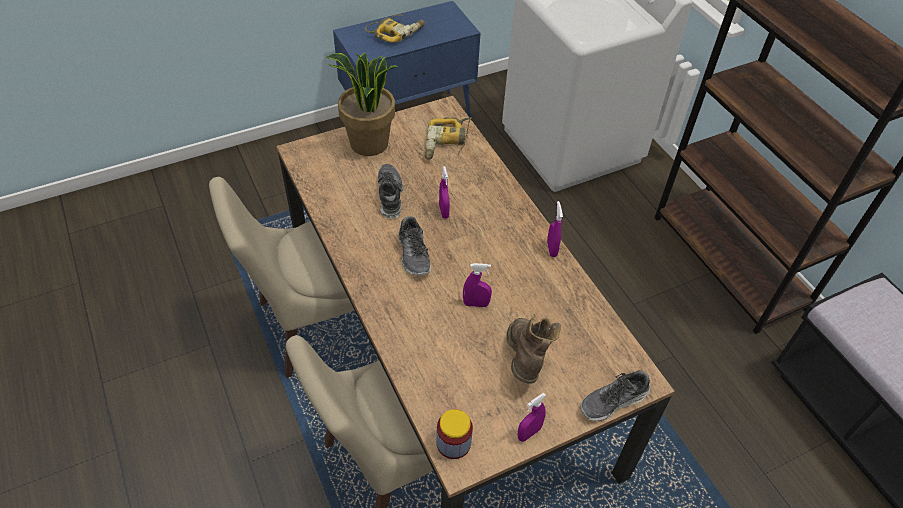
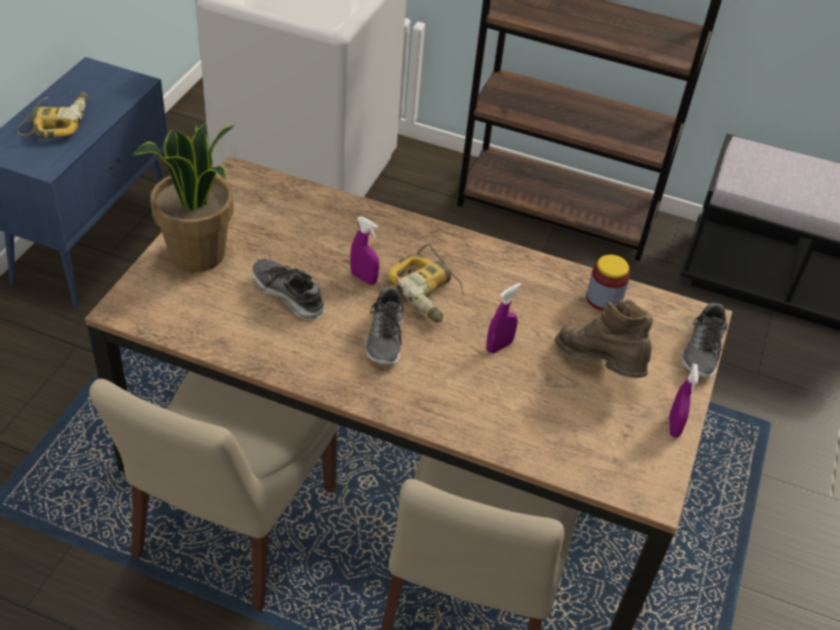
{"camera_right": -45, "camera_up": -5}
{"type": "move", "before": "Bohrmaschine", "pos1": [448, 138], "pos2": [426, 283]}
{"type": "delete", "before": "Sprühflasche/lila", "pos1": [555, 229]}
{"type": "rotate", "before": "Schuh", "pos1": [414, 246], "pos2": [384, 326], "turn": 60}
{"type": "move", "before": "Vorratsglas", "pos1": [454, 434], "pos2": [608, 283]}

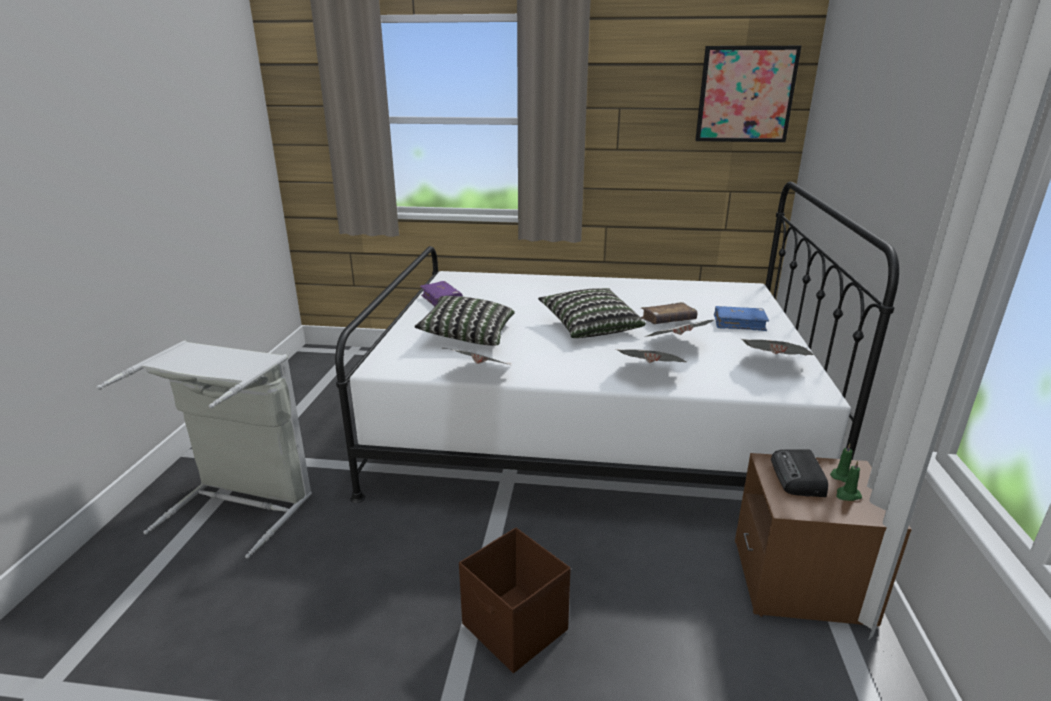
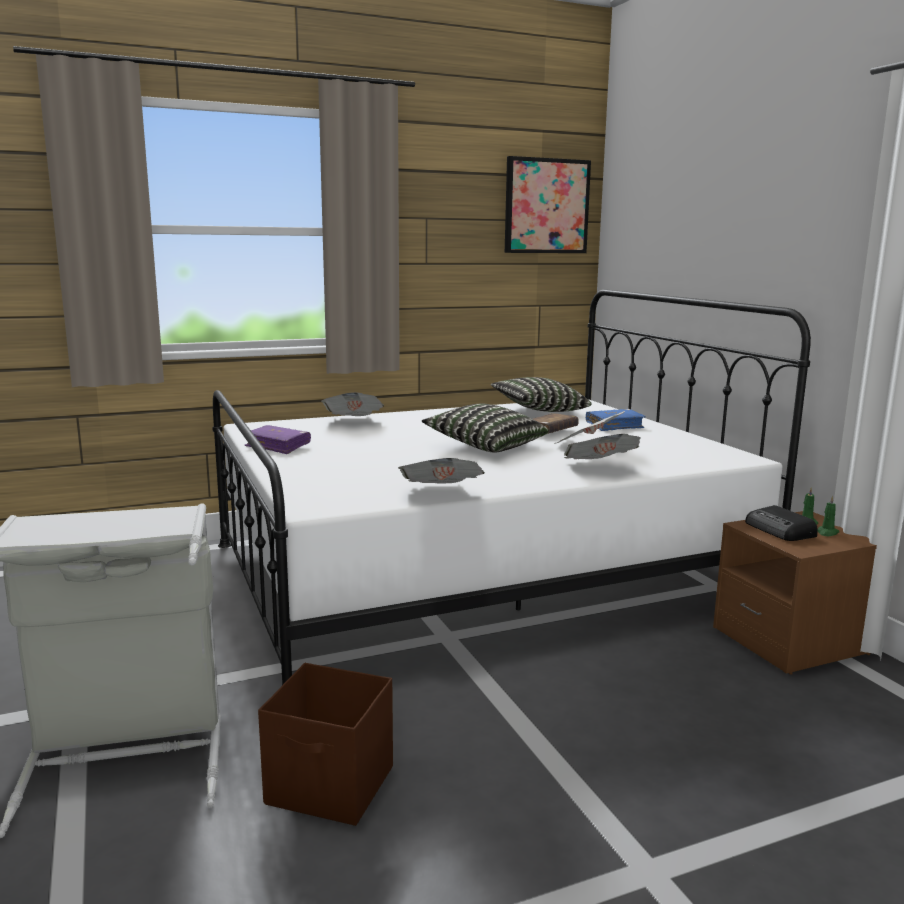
{"camera_right": -30, "camera_up": -10}
{"type": "move", "before": "Kissen", "pos1": [464, 321], "pos2": [541, 394]}
{"type": "move", "before": "Zeitung", "pos1": [777, 347], "pos2": [352, 404]}
{"type": "move", "before": "Aufbewahrungsbox/braun", "pos1": [515, 600], "pos2": [325, 744]}

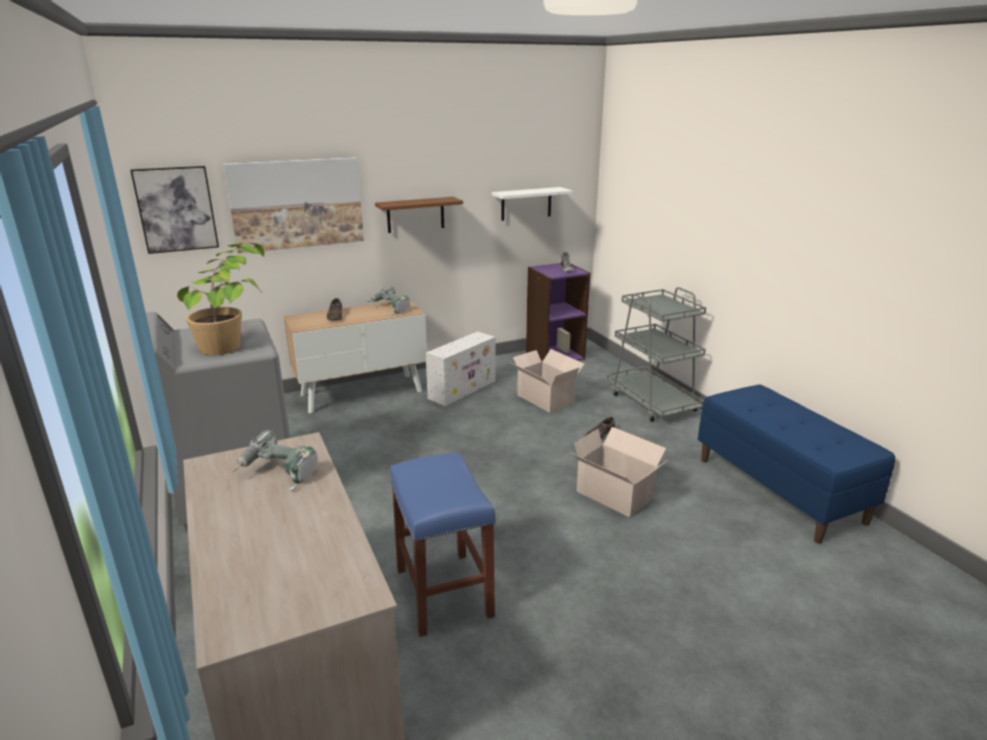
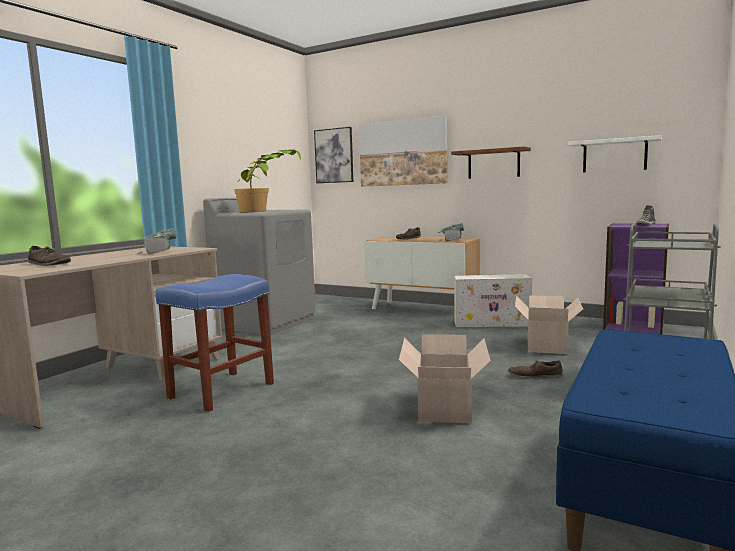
{"camera_right": 55, "camera_up": -15}
{"type": "insert", "after": "Schuh/braun", "pos2": [49, 256]}

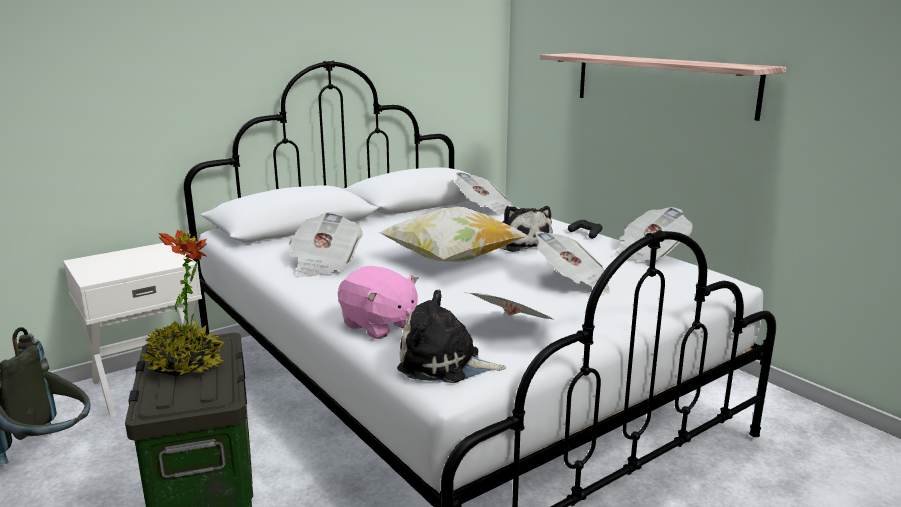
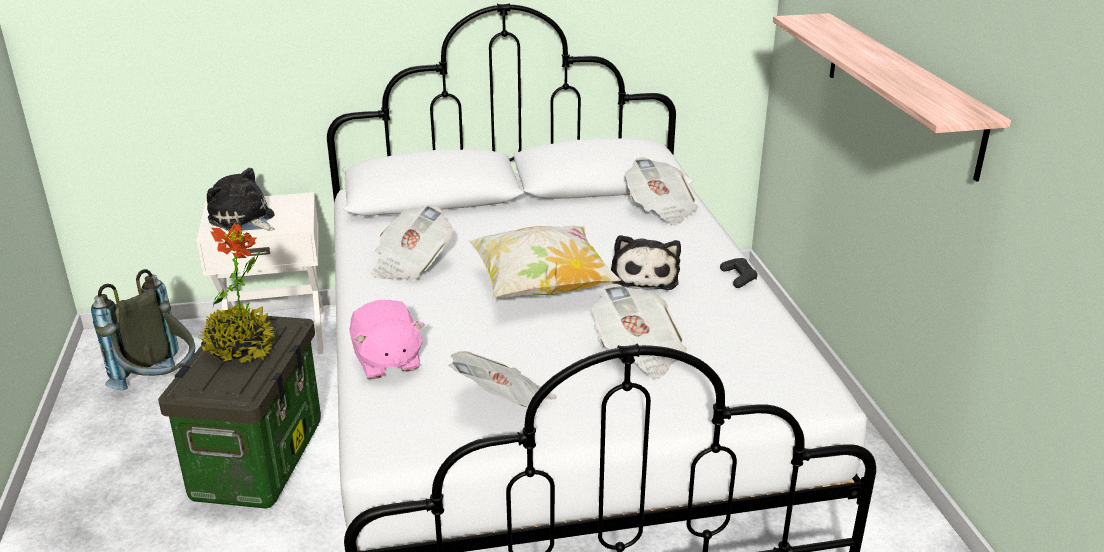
{"camera_right": 25, "camera_up": 10}
{"type": "delete", "before": "Zeitung", "pos1": [653, 234]}
{"type": "move", "before": "Plüschtier", "pos1": [451, 336], "pos2": [241, 199]}

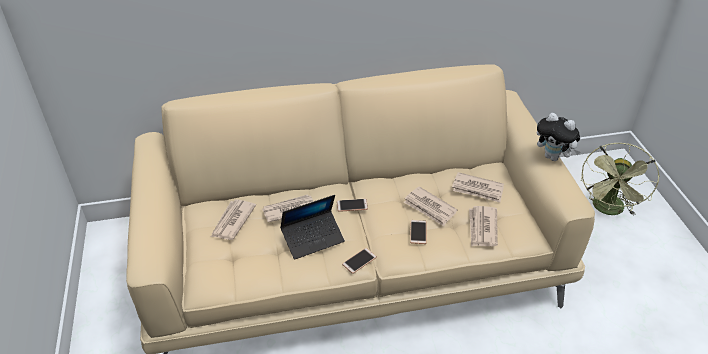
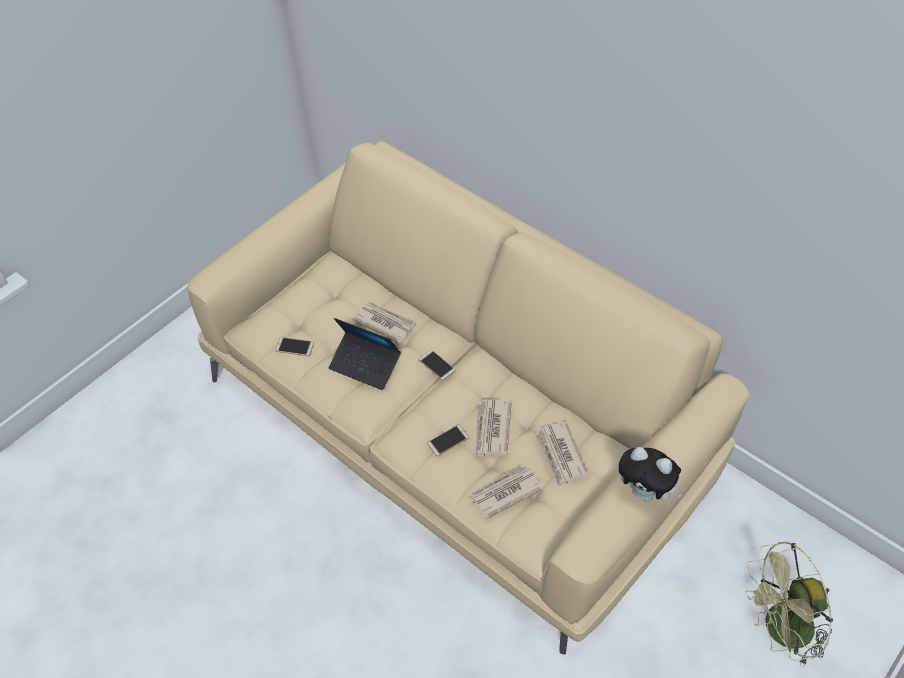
{"camera_right": 55, "camera_up": 10}
{"type": "rotate", "before": "Plüschtier", "pos1": [558, 137], "pos2": [651, 474], "turn": -60}
{"type": "delete", "before": "Zeitung", "pos1": [233, 219]}
{"type": "move", "before": "Handy", "pos1": [359, 261], "pos2": [294, 346]}

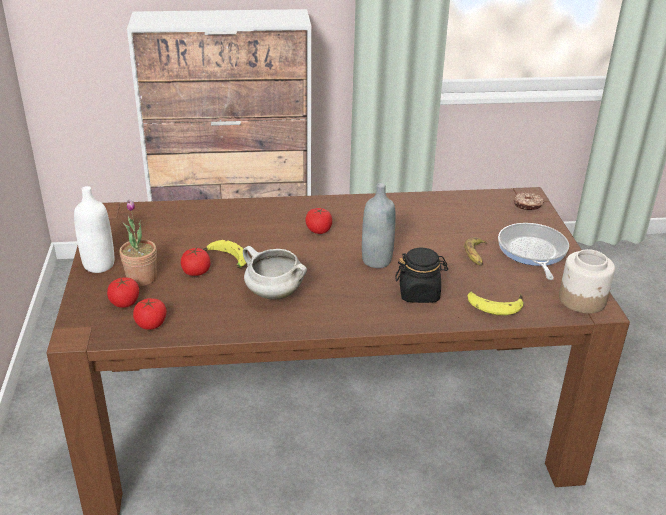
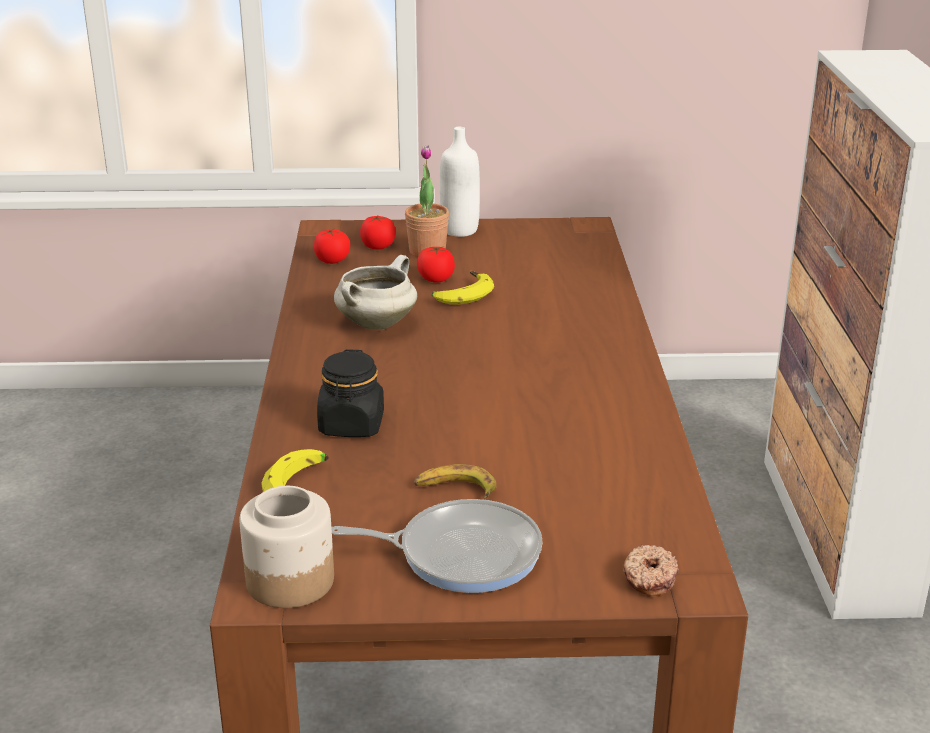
{"camera_right": 95, "camera_up": -5}
{"type": "delete", "before": "Flasche/grau", "pos1": [379, 225]}
{"type": "delete", "before": "Tomate", "pos1": [318, 221]}

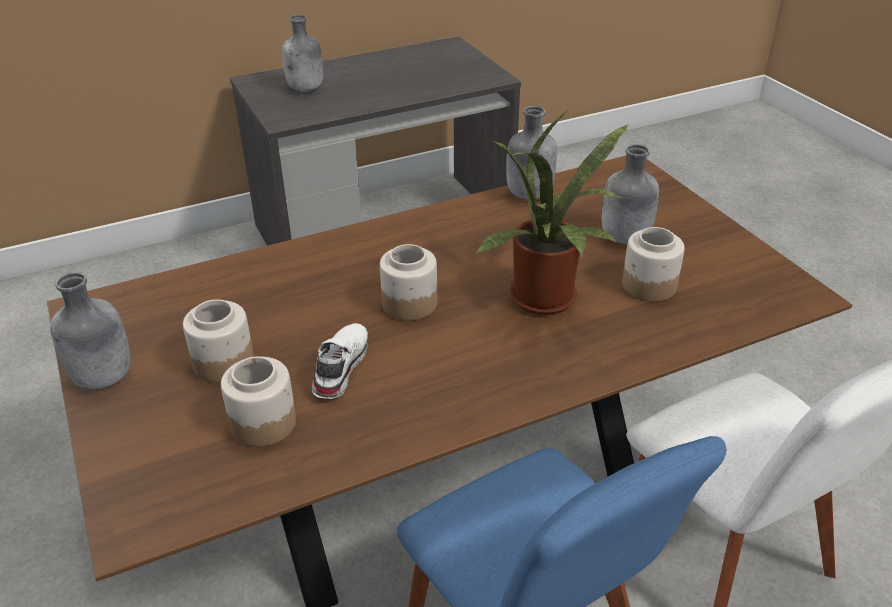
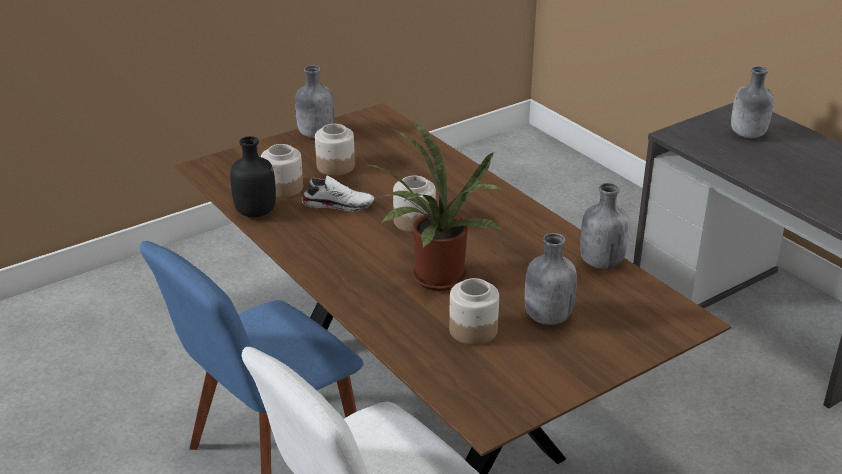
{"camera_right": 80, "camera_up": -5}
{"type": "insert", "after": "Flasche/schwarz", "pos2": [253, 176]}

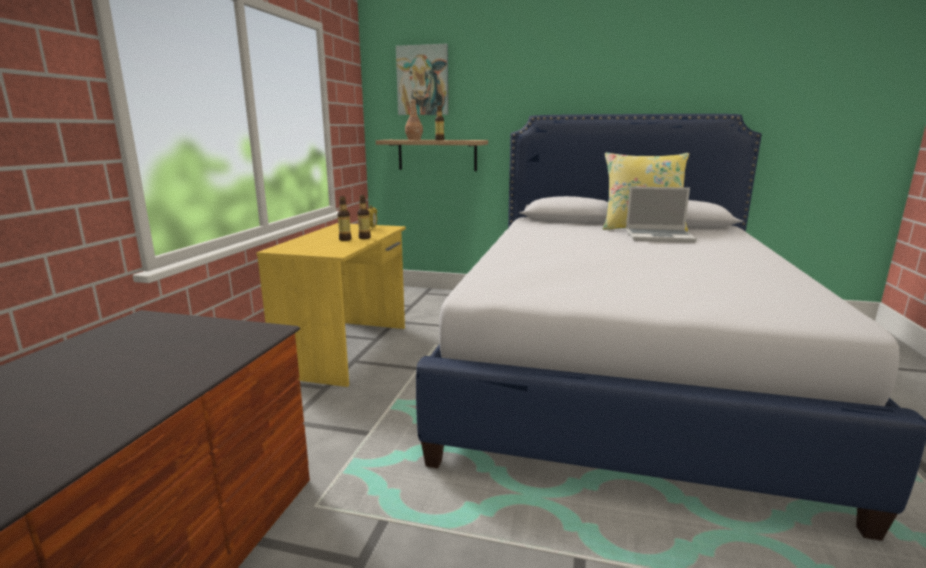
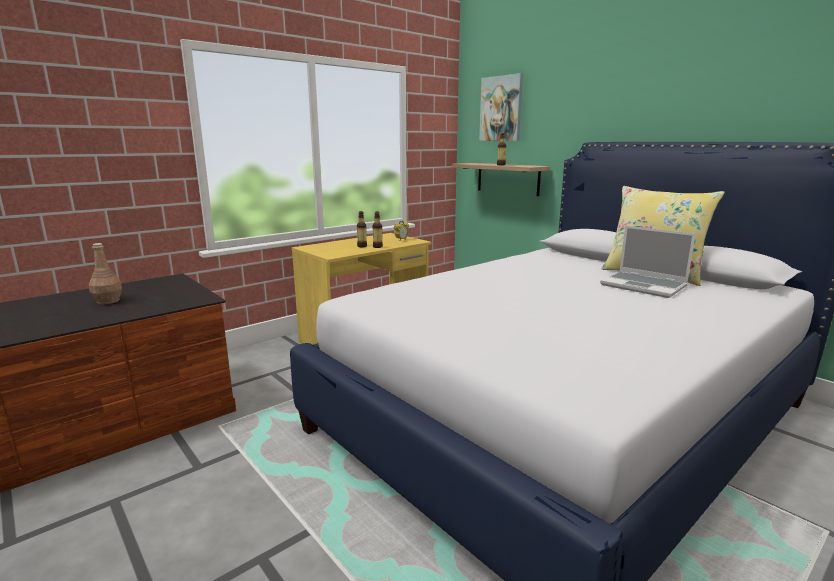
{"camera_right": 35, "camera_up": 0}
{"type": "move", "before": "Flasche/braun", "pos1": [414, 119], "pos2": [105, 273]}

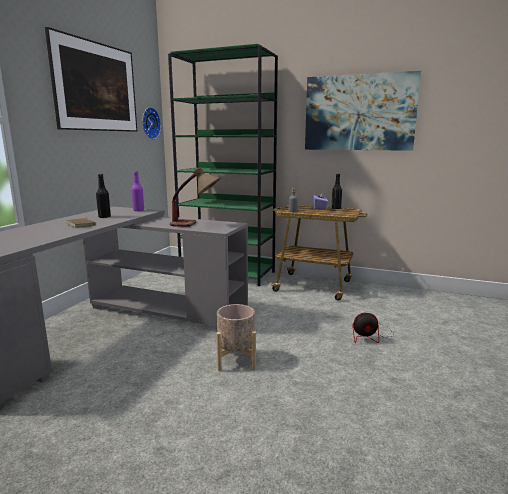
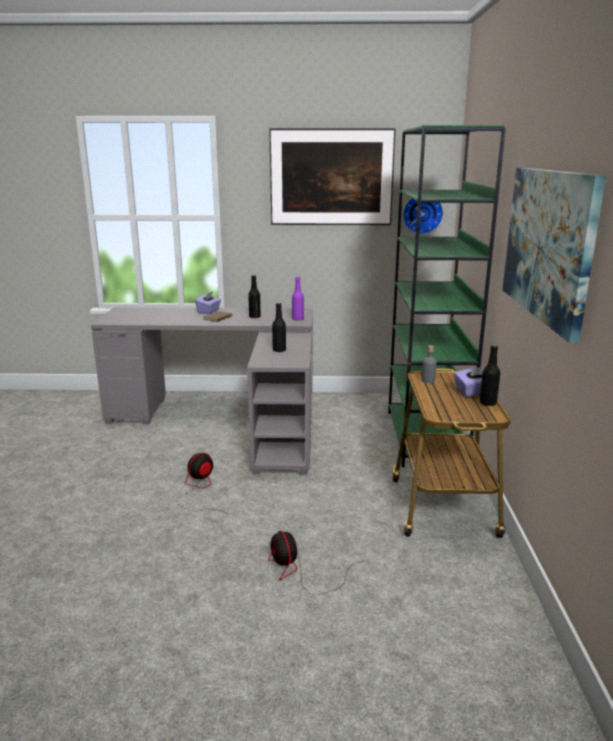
{"camera_right": 70, "camera_up": 5}
{"type": "replace", "before": "Tischlampe", "after": "Flasche/schwarz", "pos1": [195, 197], "pos2": [279, 327]}
{"type": "replace", "before": "Pflanzkübel/beige", "after": "Ventilator", "pos1": [236, 337], "pos2": [202, 484]}
{"type": "insert", "after": "Taschentuchbox/lila", "pos2": [208, 302]}

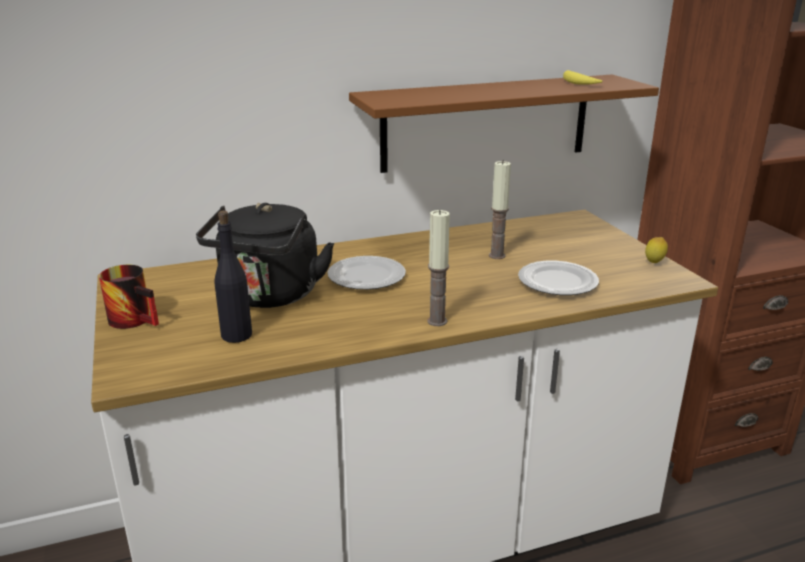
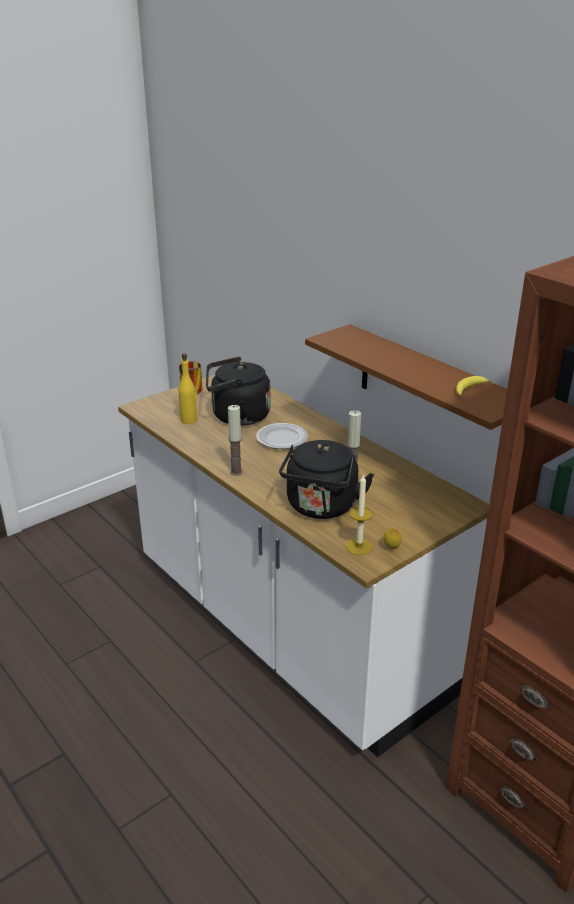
{"camera_right": 70, "camera_up": 5}
{"type": "recolor", "before": "Flasche/schwarz", "after": "Flasche/gelb", "pos1": [233, 277], "pos2": [187, 388]}
{"type": "replace", "before": "Teller", "after": "Wasserkessel/schwarz", "pos1": [558, 278], "pos2": [326, 479]}
{"type": "insert", "after": "Kerze", "pos2": [359, 514]}

